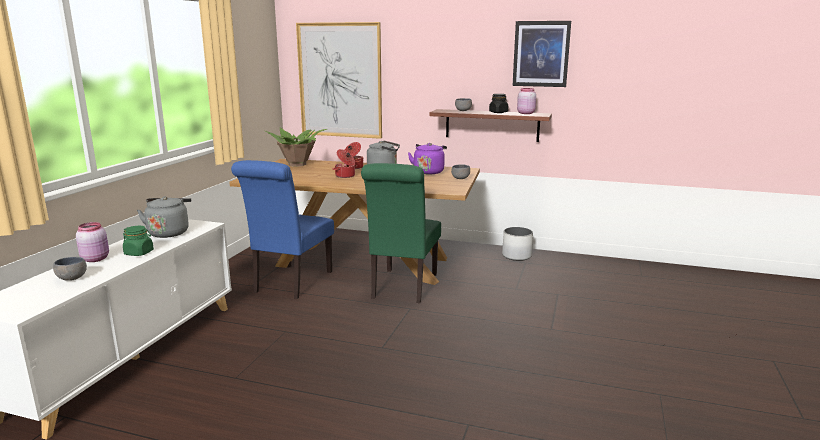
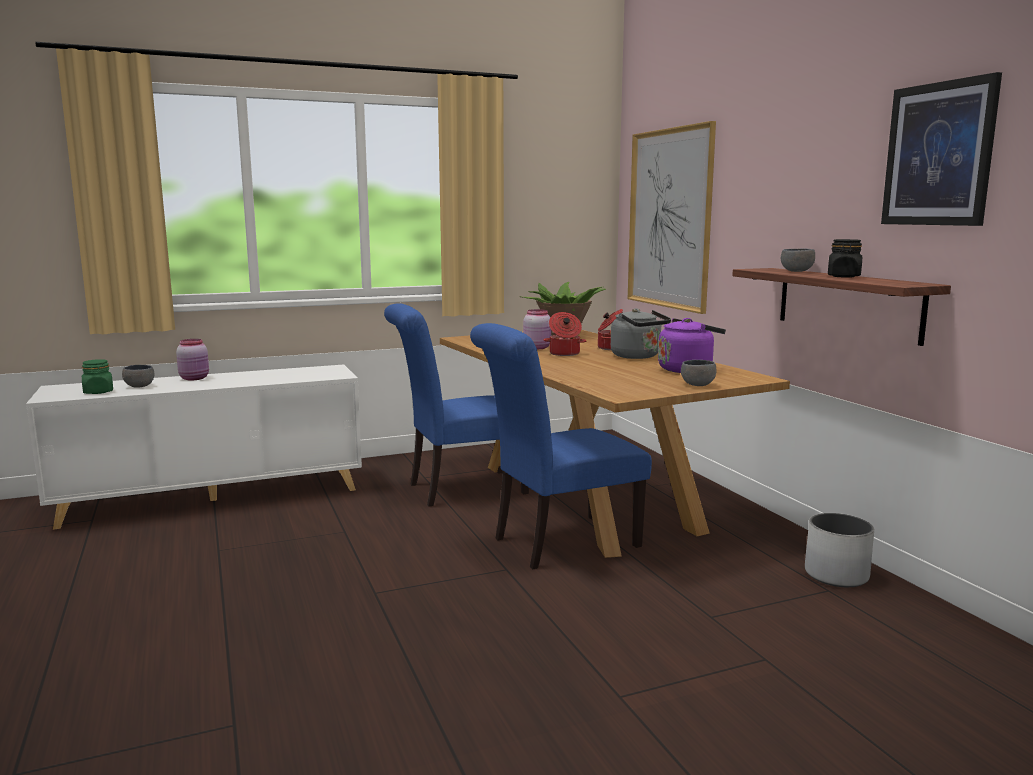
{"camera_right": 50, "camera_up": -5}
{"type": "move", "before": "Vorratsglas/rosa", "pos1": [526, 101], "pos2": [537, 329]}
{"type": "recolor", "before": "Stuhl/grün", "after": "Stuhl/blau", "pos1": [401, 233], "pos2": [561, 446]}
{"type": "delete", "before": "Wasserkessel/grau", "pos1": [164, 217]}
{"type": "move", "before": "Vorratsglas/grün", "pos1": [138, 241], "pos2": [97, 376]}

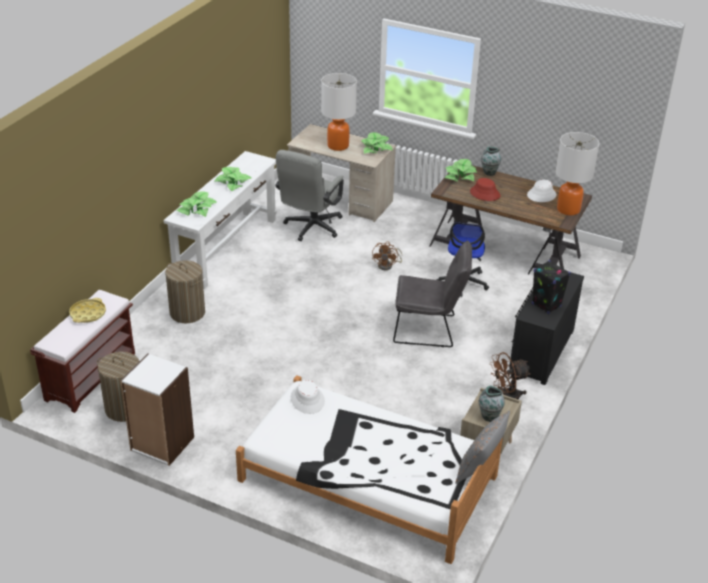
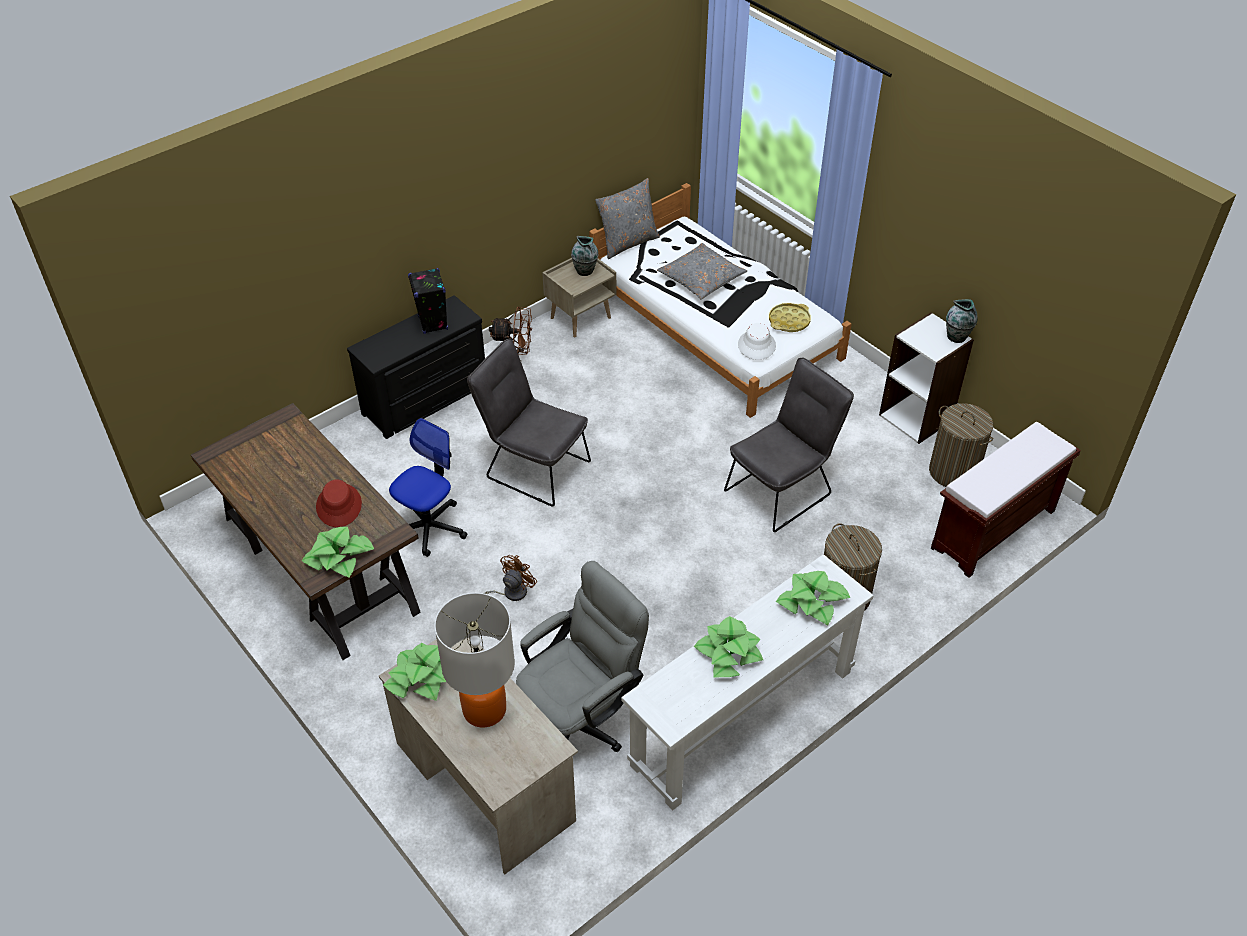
{"camera_right": -155, "camera_up": 10}
{"type": "delete", "before": "Tischlampe", "pos1": [577, 173]}
{"type": "move", "before": "Vase", "pos1": [491, 161], "pos2": [962, 321]}
{"type": "delete", "before": "Hut/weiß", "pos1": [541, 191]}
{"type": "move", "before": "Tablett/gelb", "pos1": [87, 310], "pos2": [790, 317]}
{"type": "insert", "after": "Kissen/grau", "pos2": [702, 271]}
{"type": "insert", "after": "Stuhl/grau", "pos2": [789, 445]}

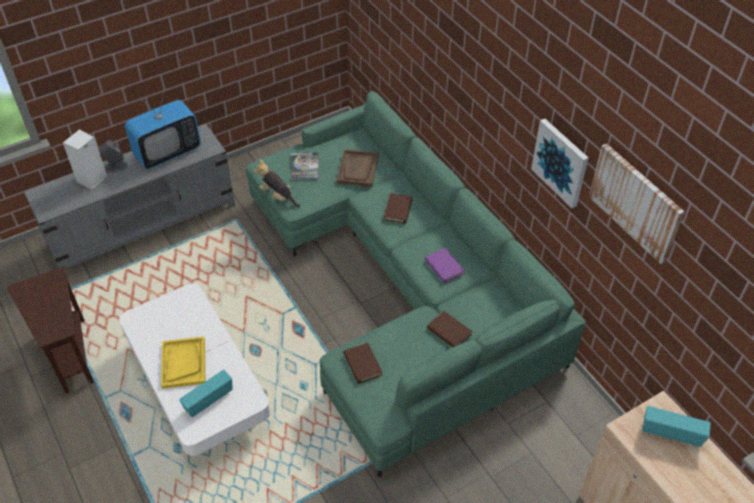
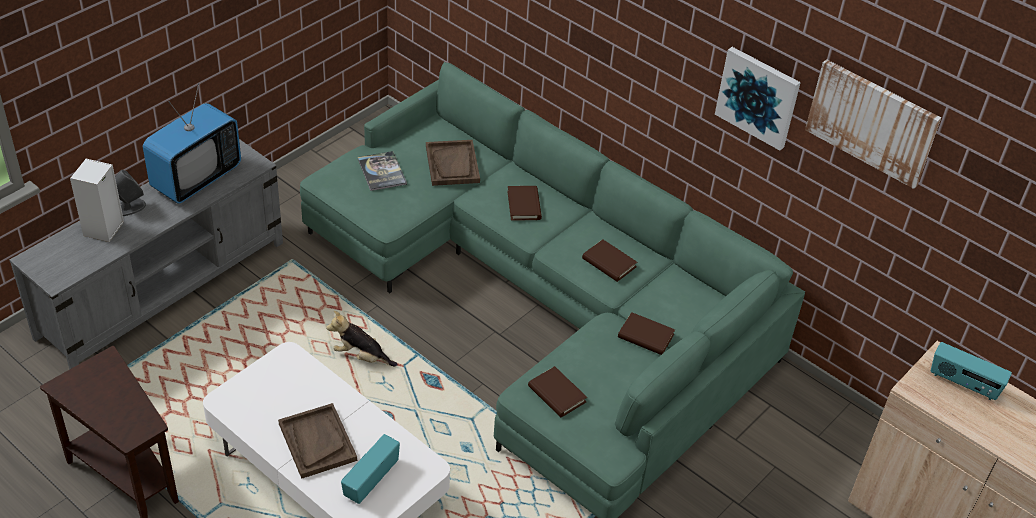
{"camera_right": -20, "camera_up": -5}
{"type": "move", "before": "Plüschtier", "pos1": [277, 183], "pos2": [362, 338]}
{"type": "recolor", "before": "Buch/lila", "after": "Buch/braun", "pos1": [444, 266], "pos2": [609, 260]}
{"type": "recolor", "before": "Tablett/gelb", "after": "Tablett/braun", "pos1": [183, 363], "pos2": [317, 441]}
{"type": "rotate", "before": "Radio", "pos1": [677, 426], "pos2": [971, 371], "turn": -150}

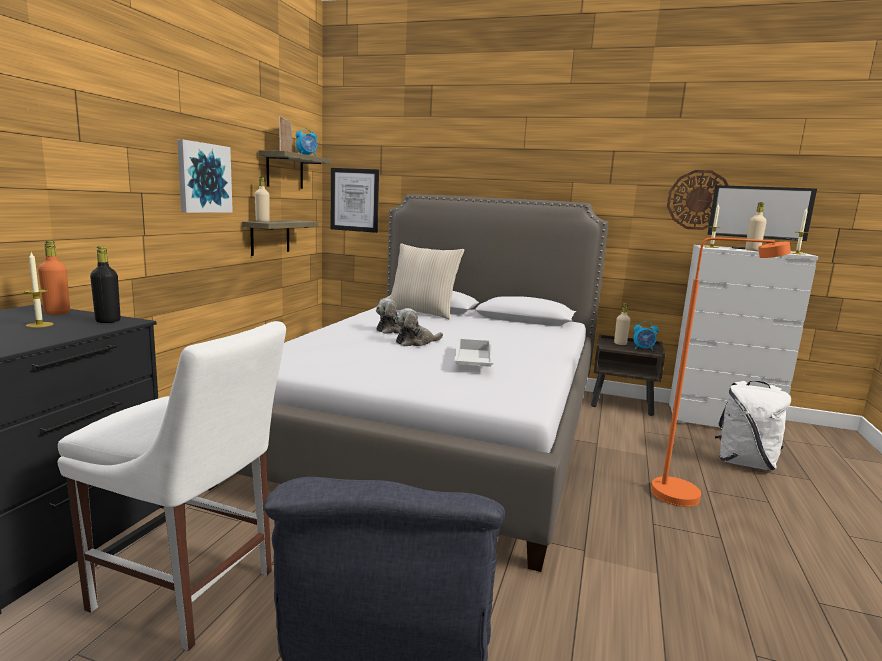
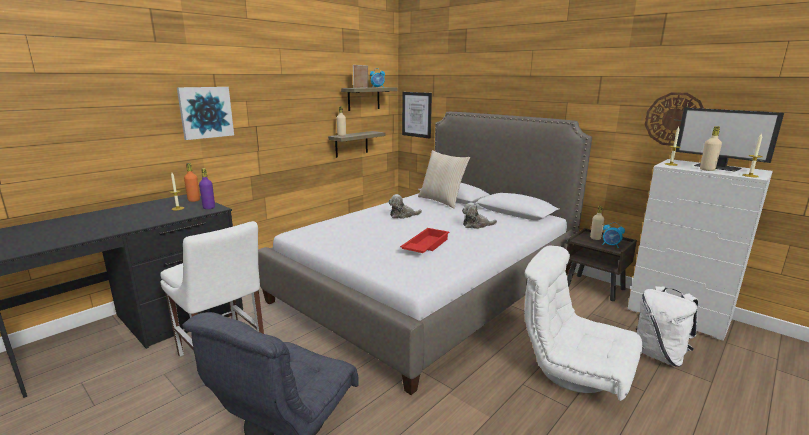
{"camera_right": 25, "camera_up": 5}
{"type": "move", "before": "Bild", "pos1": [205, 176], "pos2": [205, 113]}
{"type": "replace", "before": "Stehlampe/orange", "after": "Sessel/weiß", "pos1": [721, 372], "pos2": [583, 323]}
{"type": "recolor", "before": "Flasche/schwarz", "after": "Flasche/lila", "pos1": [105, 284], "pos2": [207, 188]}
{"type": "move", "before": "Plüschtier", "pos1": [419, 327], "pos2": [479, 216]}
{"type": "recolor", "before": "Tablett/weiß", "after": "Tablett/rot", "pos1": [473, 352], "pos2": [424, 240]}

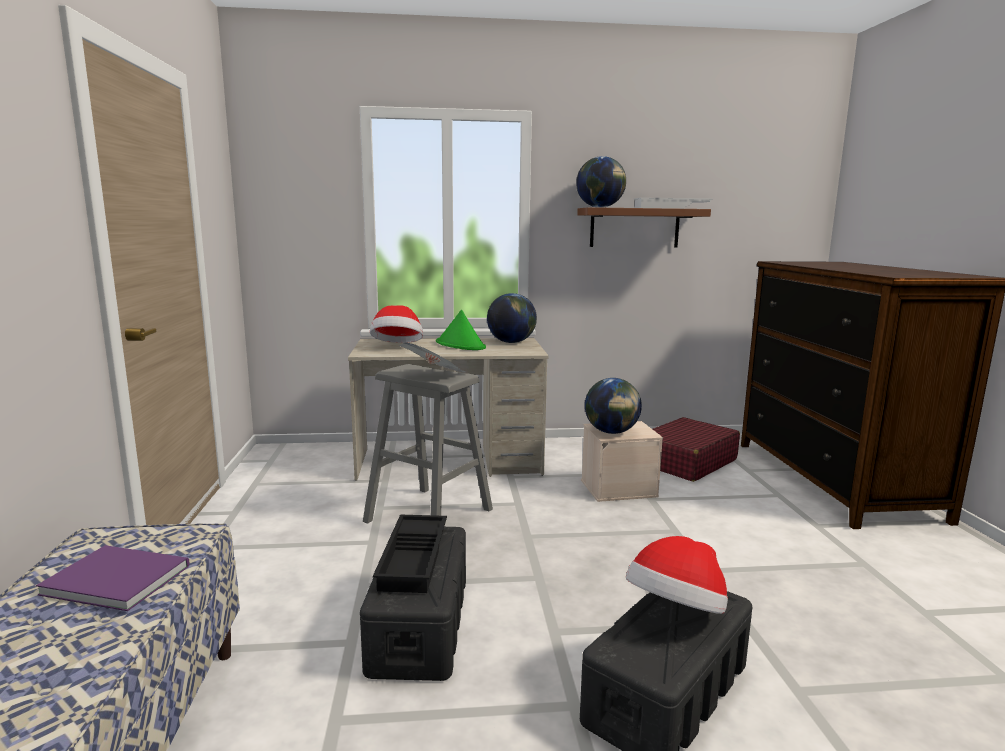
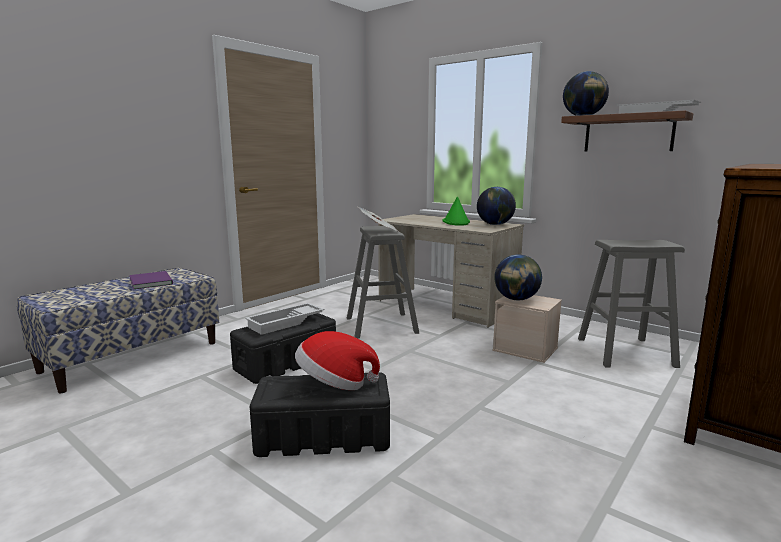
{"camera_right": 45, "camera_up": 0}
{"type": "delete", "before": "Hut", "pos1": [396, 324]}
{"type": "replace", "before": "Koffer/rot", "after": "Hocker/grau", "pos1": [696, 449], "pos2": [631, 304]}
{"type": "recolor", "before": "Tablett/schwarz", "after": "Tablett/weiß", "pos1": [410, 553], "pos2": [284, 319]}

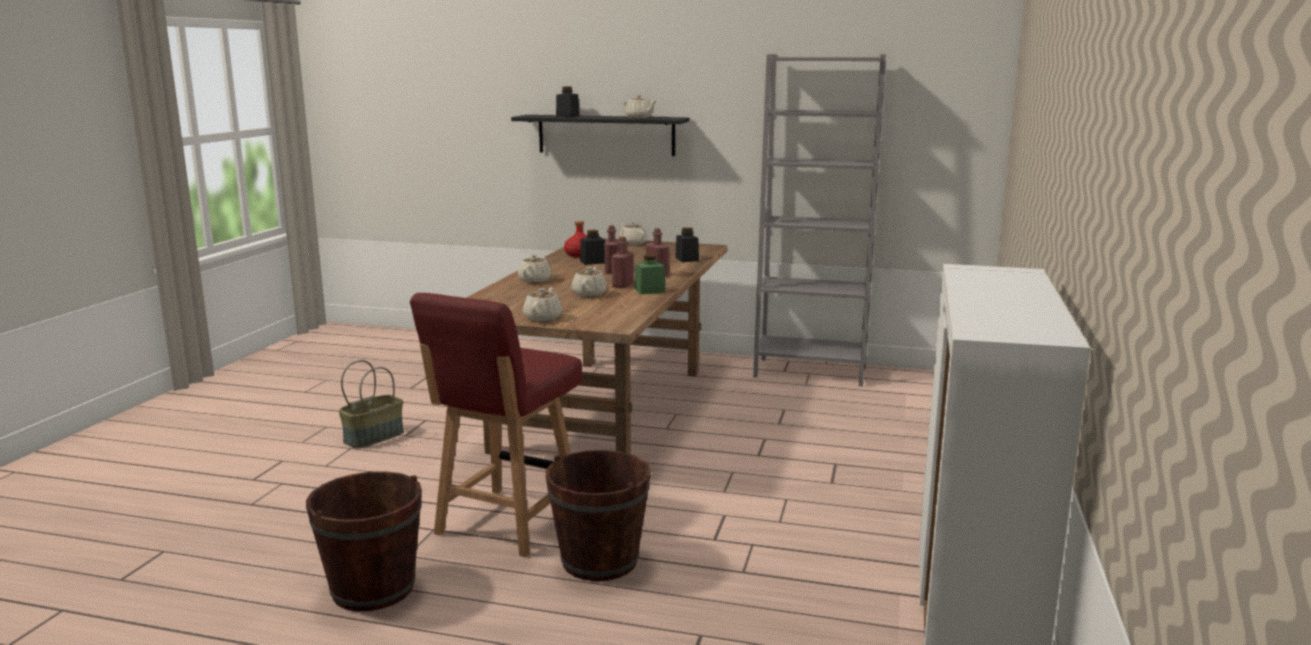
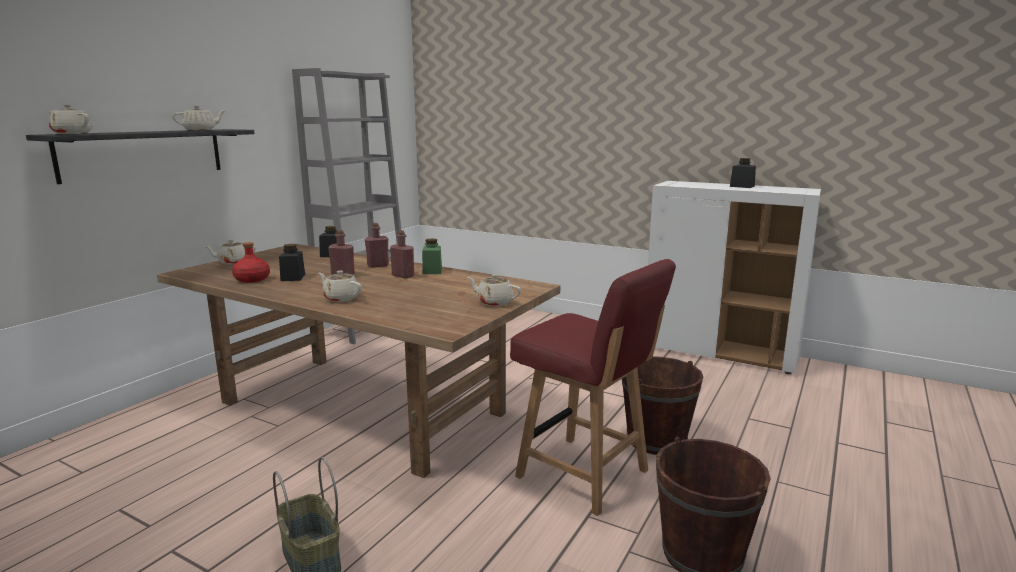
{"camera_right": -75, "camera_up": 0}
{"type": "move", "before": "Vorratsglas/schwarz", "pos1": [568, 102], "pos2": [743, 173]}
{"type": "move", "before": "Teekanne/beige", "pos1": [589, 281], "pos2": [71, 119]}

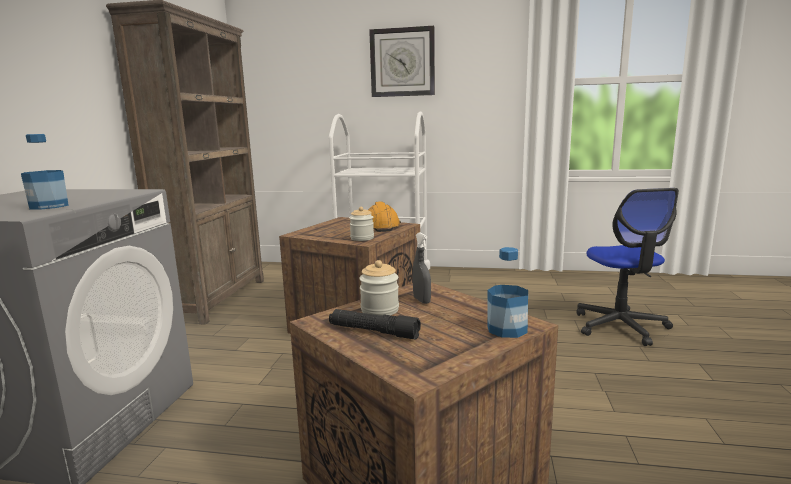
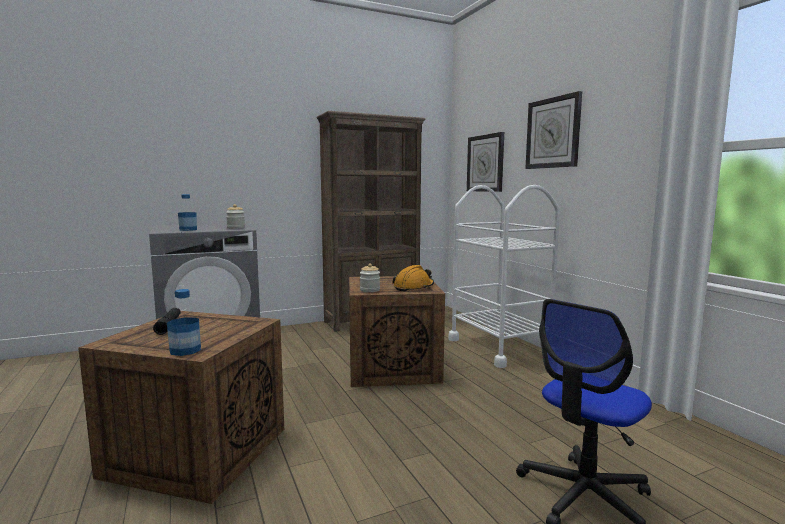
{"camera_right": 55, "camera_up": -5}
{"type": "delete", "before": "Sprühflasche/grau", "pos1": [422, 268]}
{"type": "move", "before": "Vorratsglas", "pos1": [379, 287], "pos2": [235, 216]}
{"type": "insert", "after": "Wanduhr", "pos2": [485, 162]}

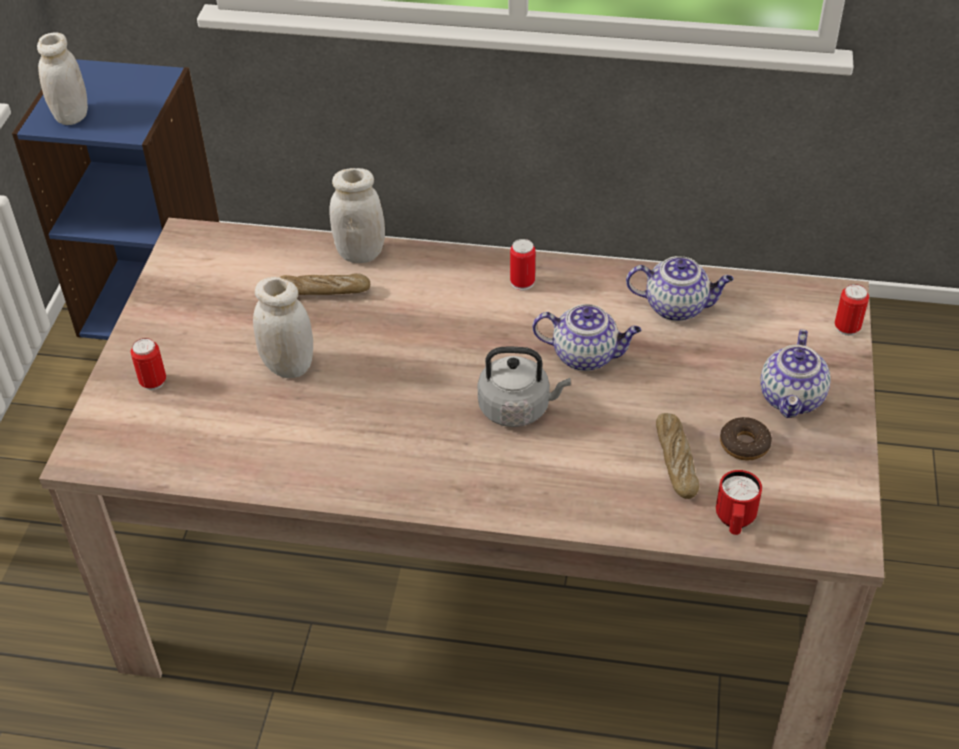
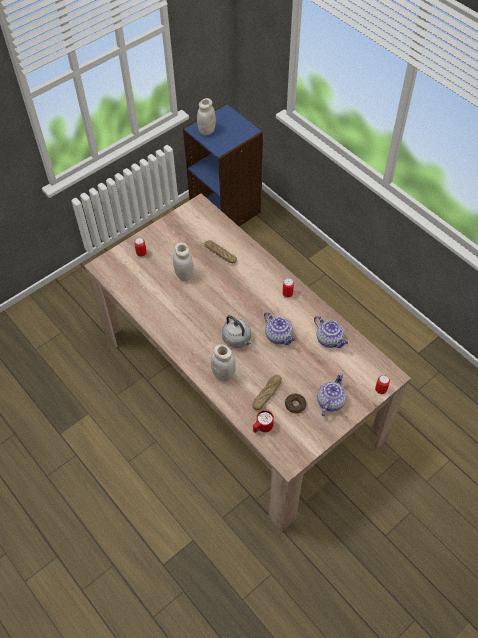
{"camera_right": 40, "camera_up": 10}
{"type": "move", "before": "Vorratsglas/weiß", "pos1": [357, 215], "pos2": [223, 362]}
{"type": "rotate", "before": "Teekanne", "pos1": [795, 373], "pos2": [332, 394], "turn": 150}

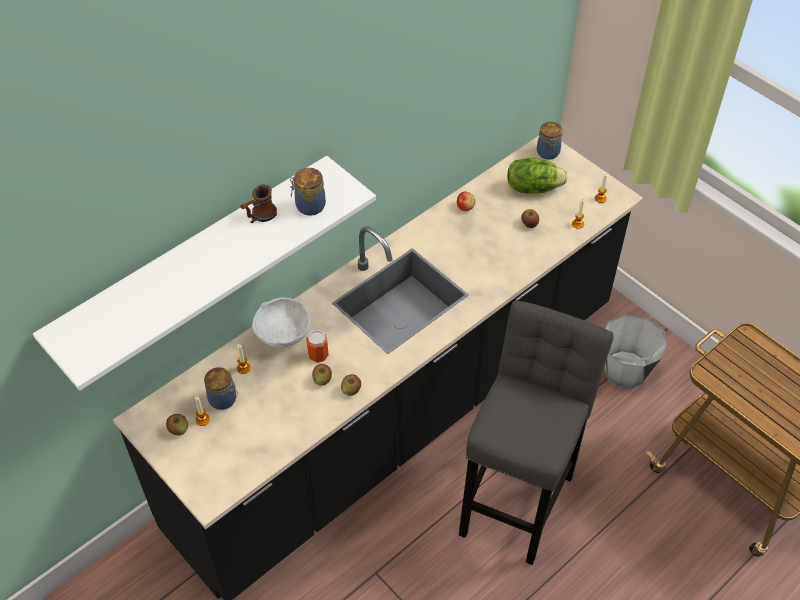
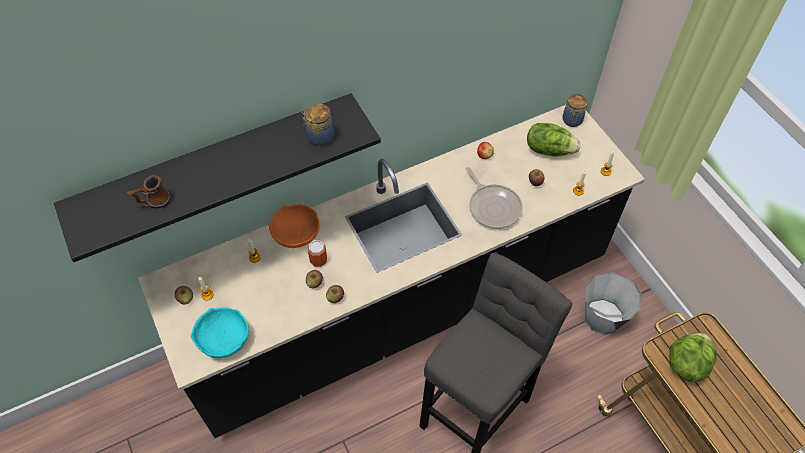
{"camera_right": 15, "camera_up": 5}
{"type": "recolor", "before": "Wandregal/weiß", "after": "Wandregal/schwarz", "pos1": [204, 273], "pos2": [217, 177]}
{"type": "move", "before": "Henkelbecher", "pos1": [258, 203], "pos2": [149, 191]}
{"type": "recolor", "before": "Schüssel/weiß", "after": "Schüssel/orange", "pos1": [281, 322], "pos2": [294, 226]}
{"type": "delete", "before": "Vorratsglas", "pos1": [221, 388]}
{"type": "insert", "after": "Pfanne", "pos2": [494, 198]}
{"type": "insert", "after": "Schüssel/türkis", "pos2": [220, 332]}
{"type": "insert", "after": "Salatkopf", "pos2": [693, 357]}

